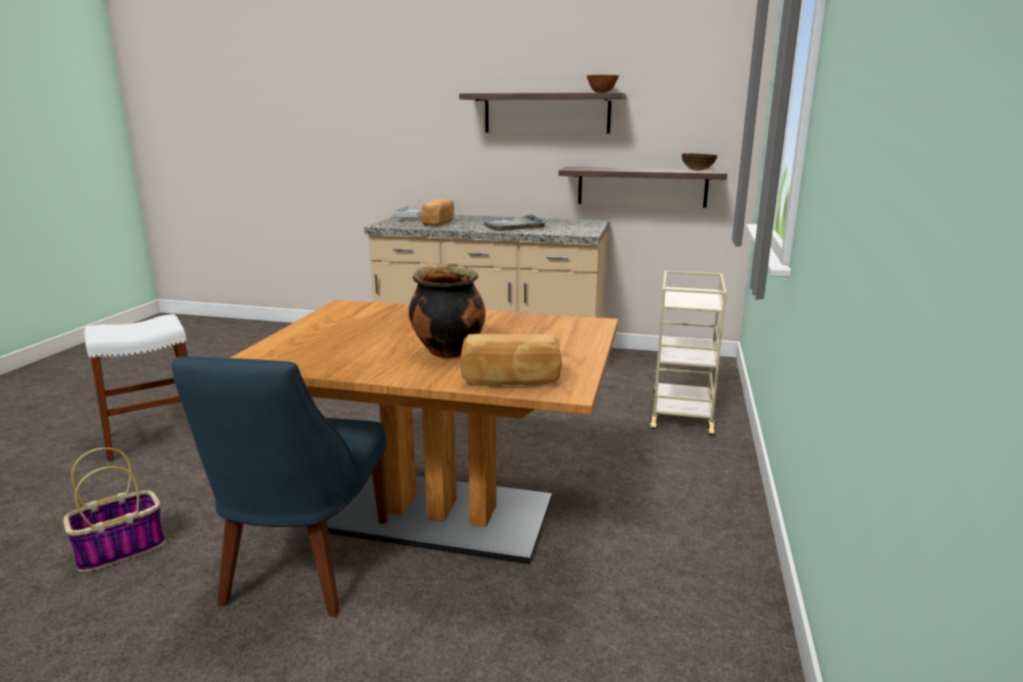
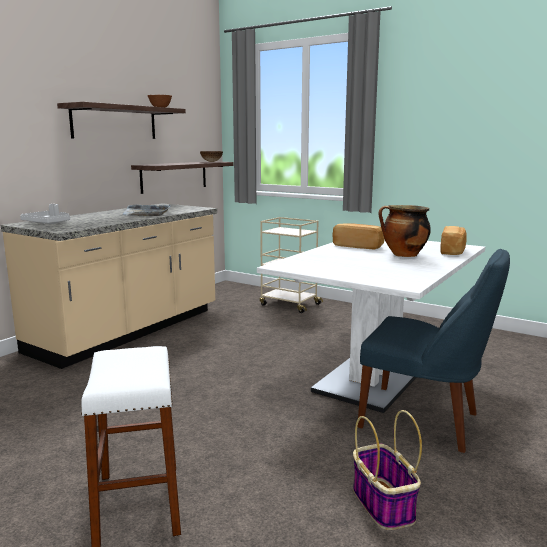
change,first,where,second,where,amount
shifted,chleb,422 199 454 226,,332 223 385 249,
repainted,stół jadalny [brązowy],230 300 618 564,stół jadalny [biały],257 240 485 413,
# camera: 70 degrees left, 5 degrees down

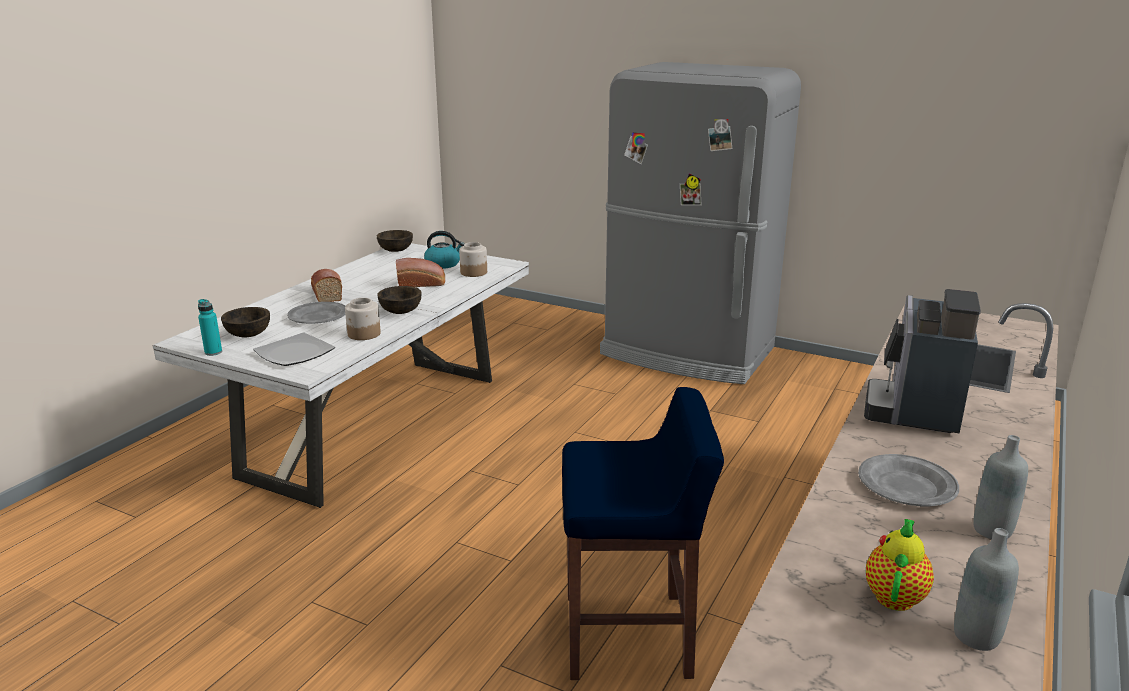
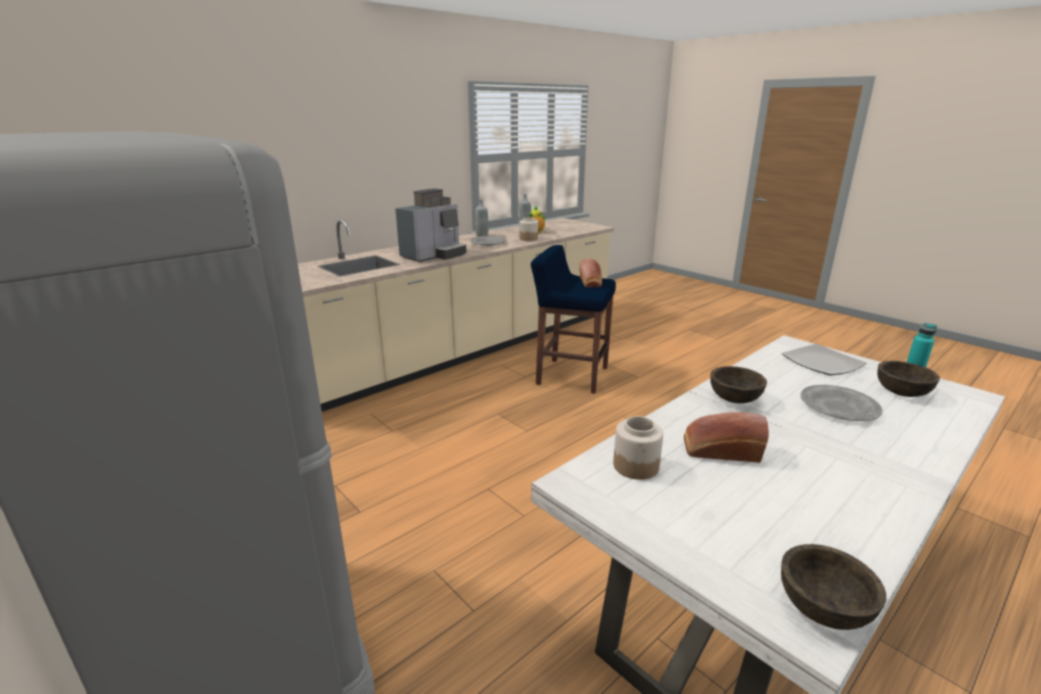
change,first,where,second,where,amount
gone,czajnik,424 231 464 269,,,
shifted,chleb,311 269 342 302,,579 258 602 287,
shifted,słoik,345 298 381 340,,519 217 538 241,
# camera: 160 degrees left, 0 degrees up

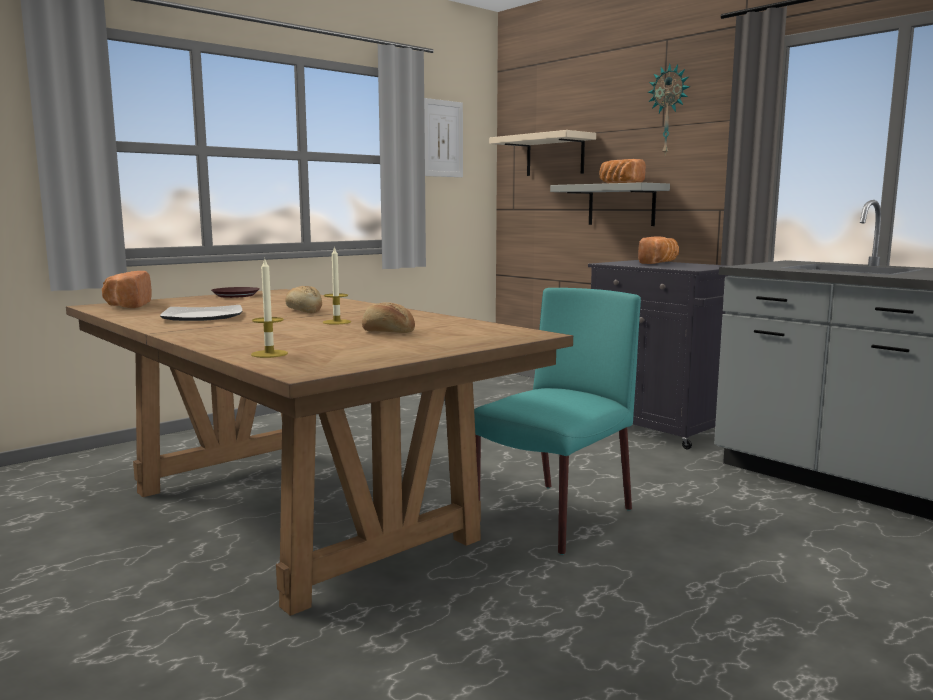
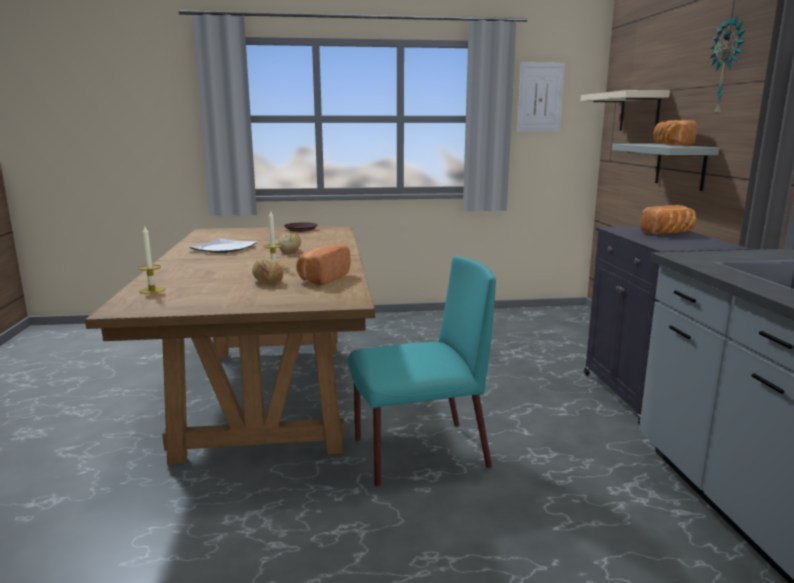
change,first,where,second,where,amount
shifted,chleb,102 271 152 308,,296 245 351 285,
# camera: 35 degrees right, 5 degrees up

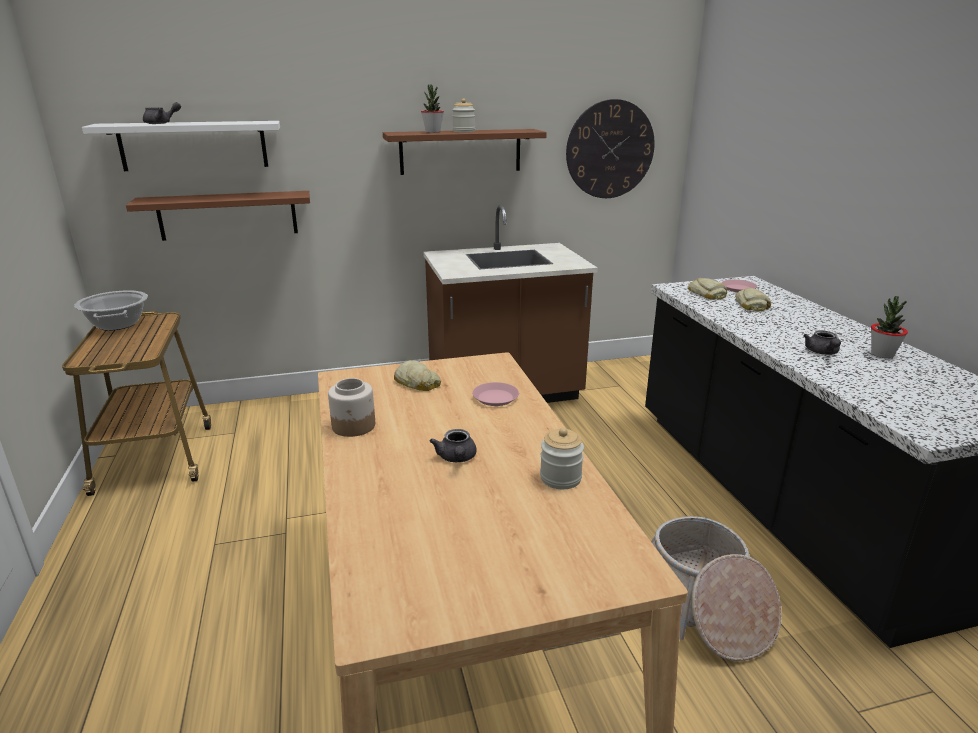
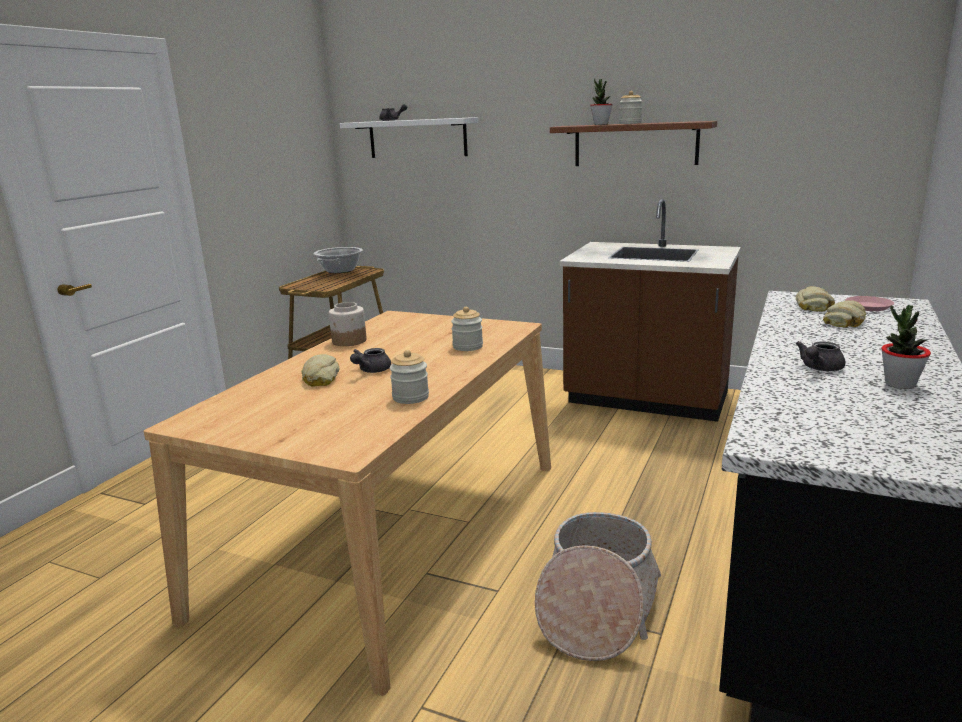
change,first,where,second,where,amount
gone,zegar ścienny,566 99 655 198,,,
gone,półka [brązowy],126 191 310 241,,,
shifted,chleb,394 360 441 391,,301 354 339 387,
swapped,talerz [różowy],472 382 519 406,słoik,451 307 483 351,
# camera: 40 degrees right, 5 degrees down

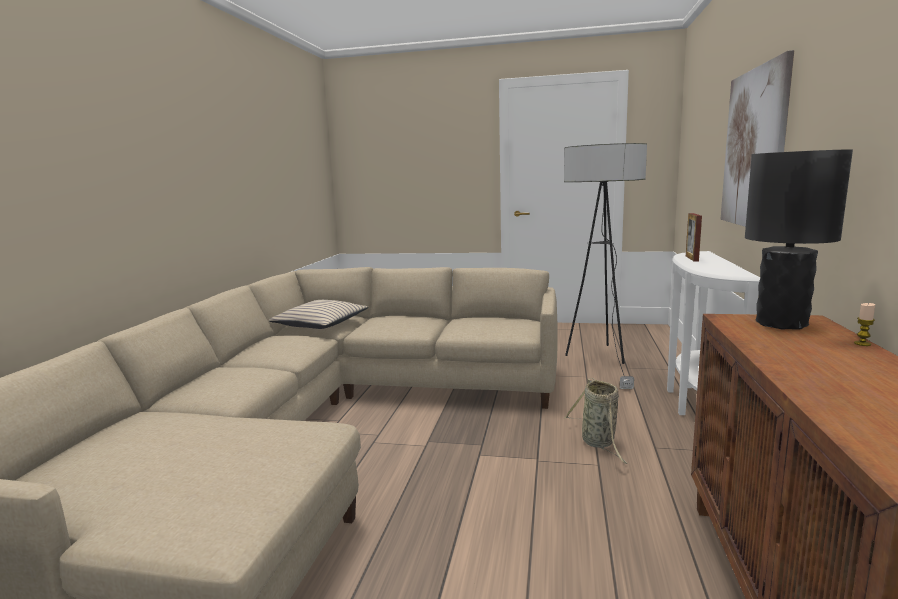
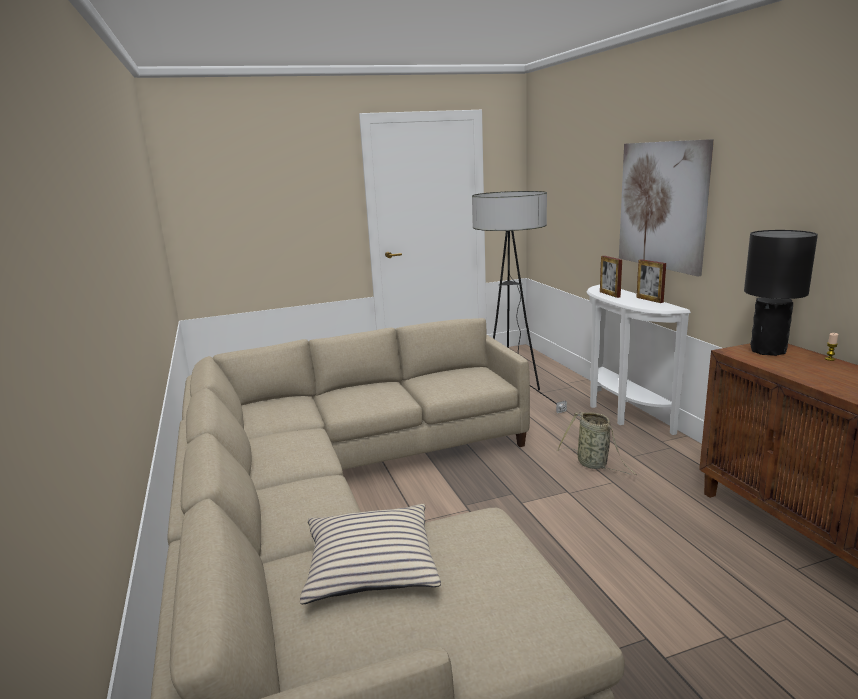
change,first,where,second,where,amount
shifted,poduszka [beżowy],269 300 368 329,,300 504 441 604,
new,,,ramka na zdjęcie,636 259 666 303,
# camera: 30 degrees left, 5 degrees up

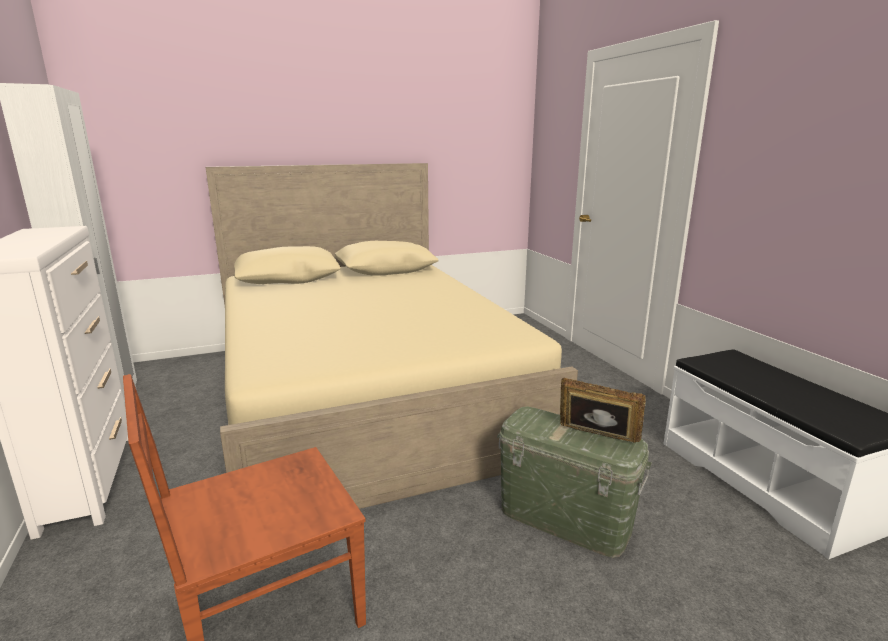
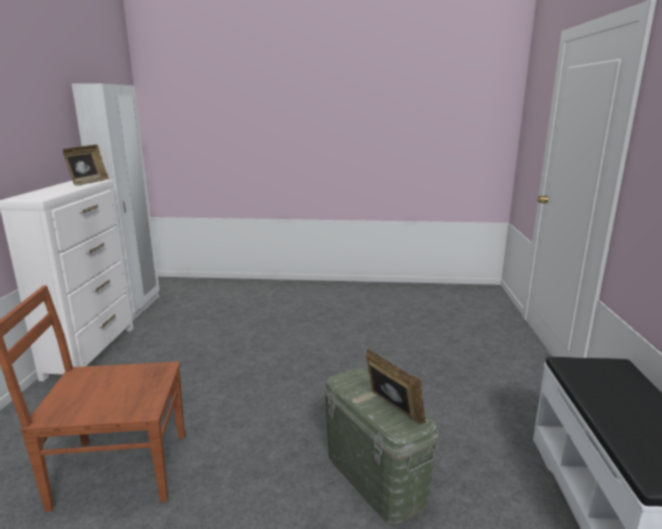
change,first,where,second,where,amount
gone,łóżko [beżowy],206 163 578 509,,,
new,,,ramka na zdjęcie,63 145 109 186,
# camera: 25 degrees right, 0 degrees up

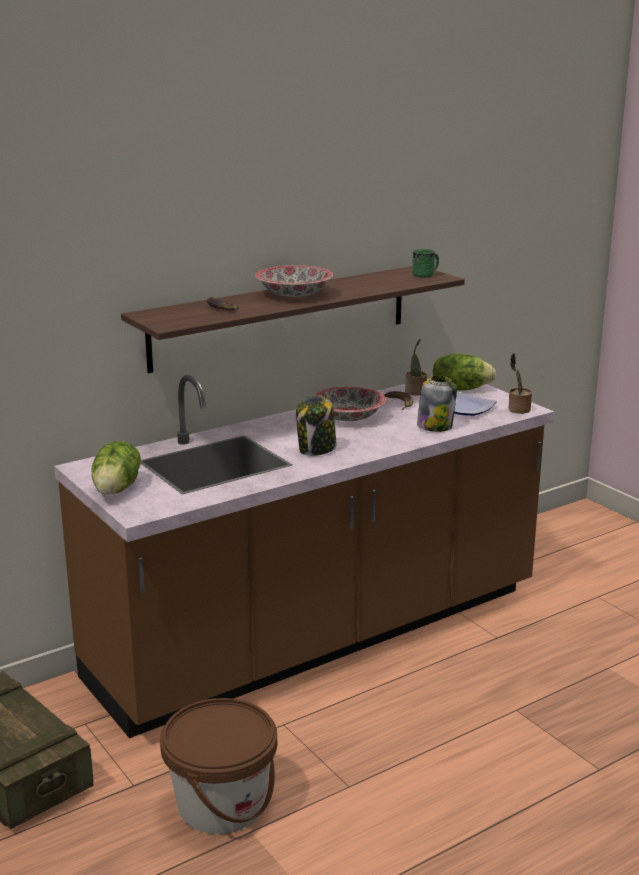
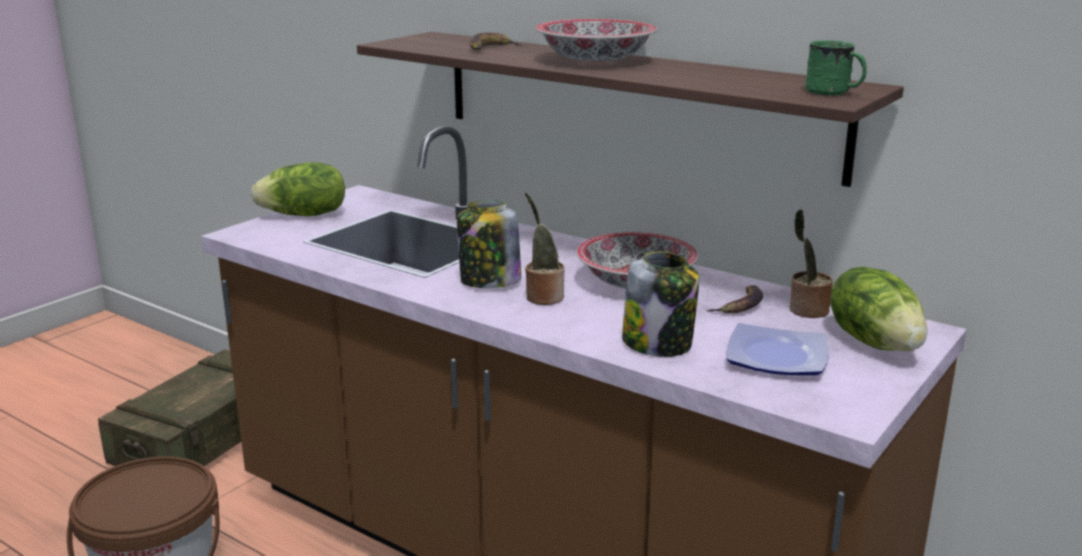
change,first,where,second,where,amount
shifted,roślina doniczkowa,509 353 532 414,,525 192 564 305,
# camera: 70 degrees right, 0 degrees up

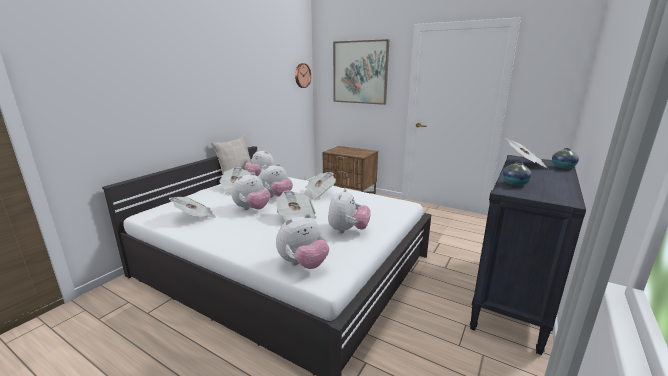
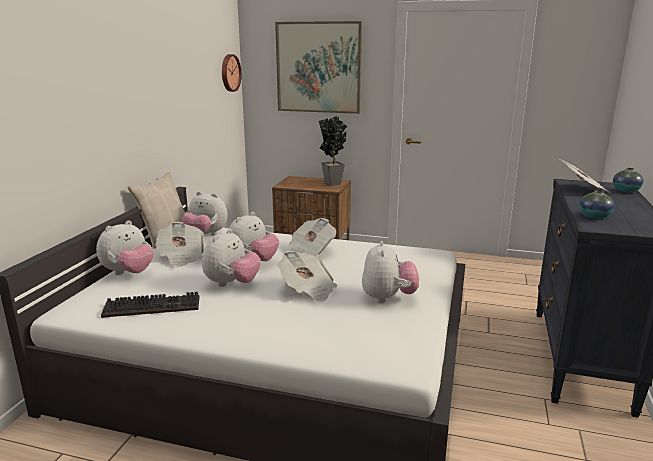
change,first,where,second,where,amount
swapped,gazeta,169 197 216 218,klawiatura,101 292 200 318,
shifted,pluszak,276 214 329 269,,96 220 154 275,
new,,,roślina doniczkowa,319 116 347 186,
# camera: 15 degrees left, 0 degrees up

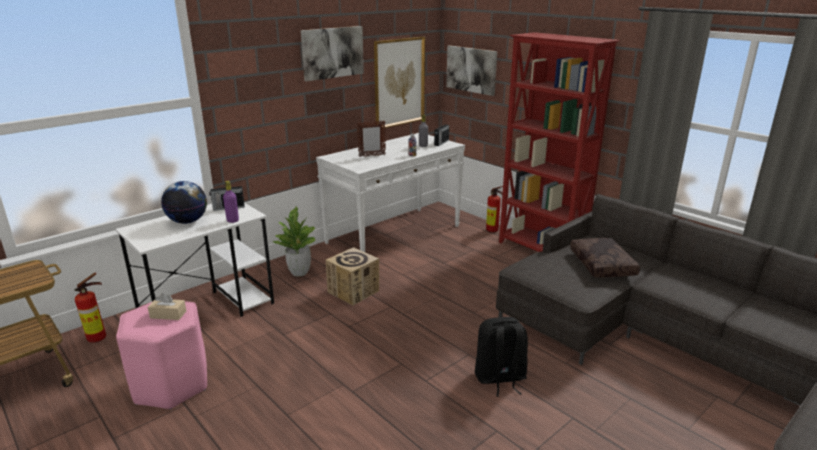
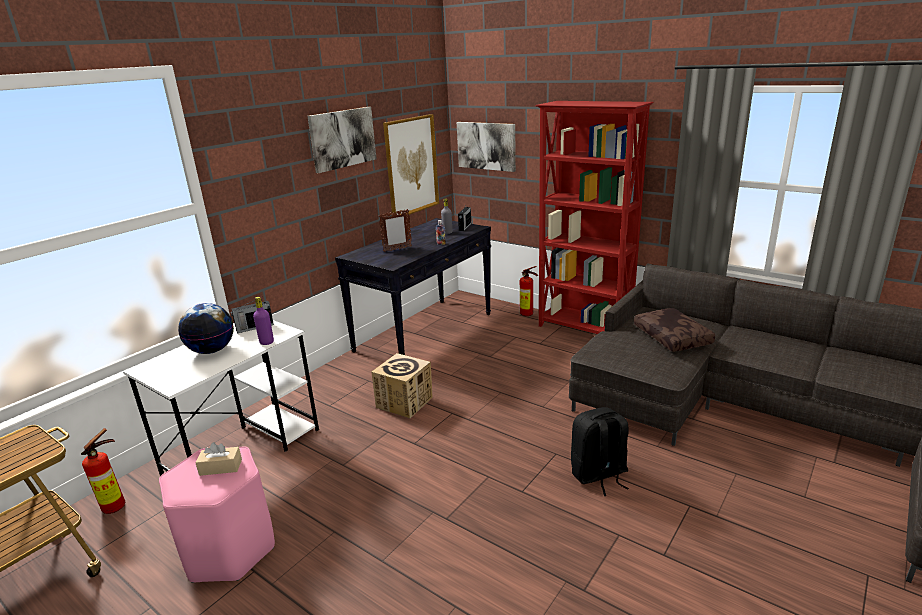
change,first,where,second,where,amount
repainted,stolik konsolowy [biały],316 133 465 252,stolik konsolowy [czarny],335 218 491 355,
gone,roślina doniczkowa,272 206 315 276,,,
# camera: 10 degrees left, 0 degrees up

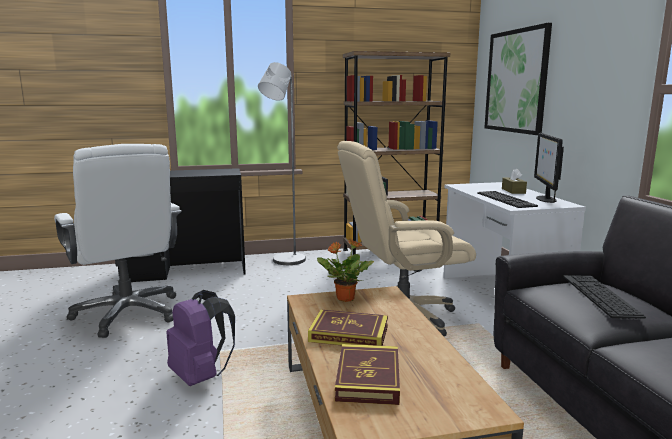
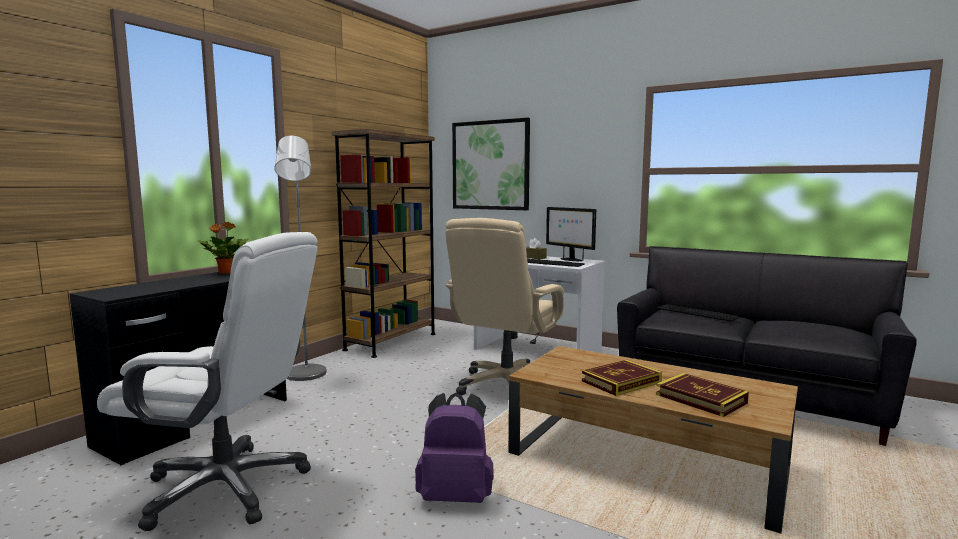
change,first,where,second,where,amount
shifted,roślina doniczkowa,317 238 374 302,,197 222 248 274,
# camera: 45 degrees left, 5 degrees down

